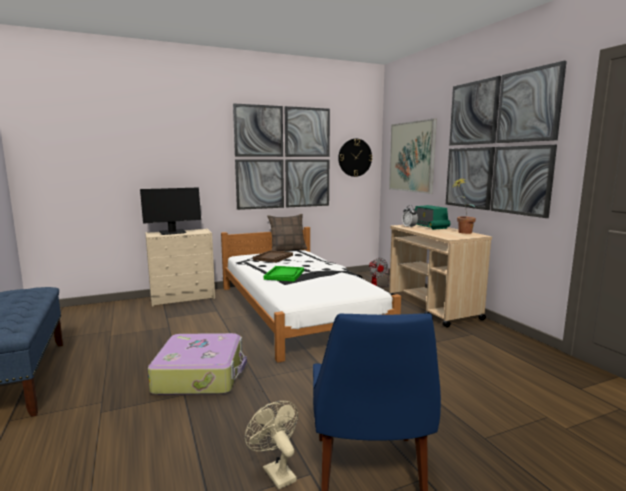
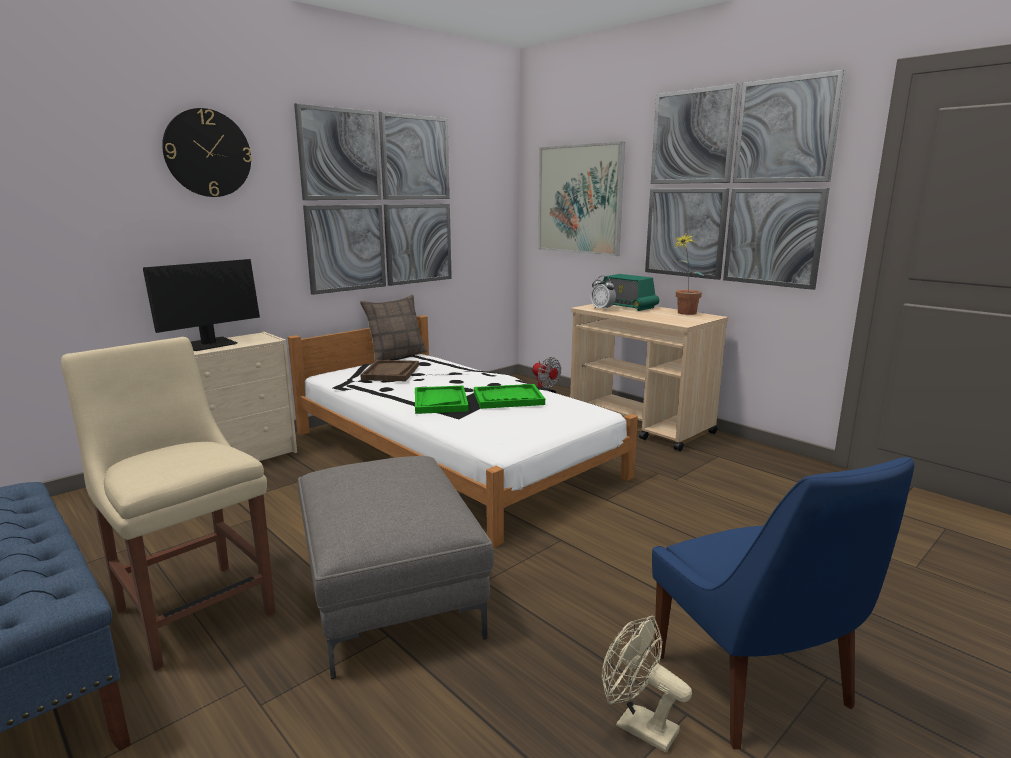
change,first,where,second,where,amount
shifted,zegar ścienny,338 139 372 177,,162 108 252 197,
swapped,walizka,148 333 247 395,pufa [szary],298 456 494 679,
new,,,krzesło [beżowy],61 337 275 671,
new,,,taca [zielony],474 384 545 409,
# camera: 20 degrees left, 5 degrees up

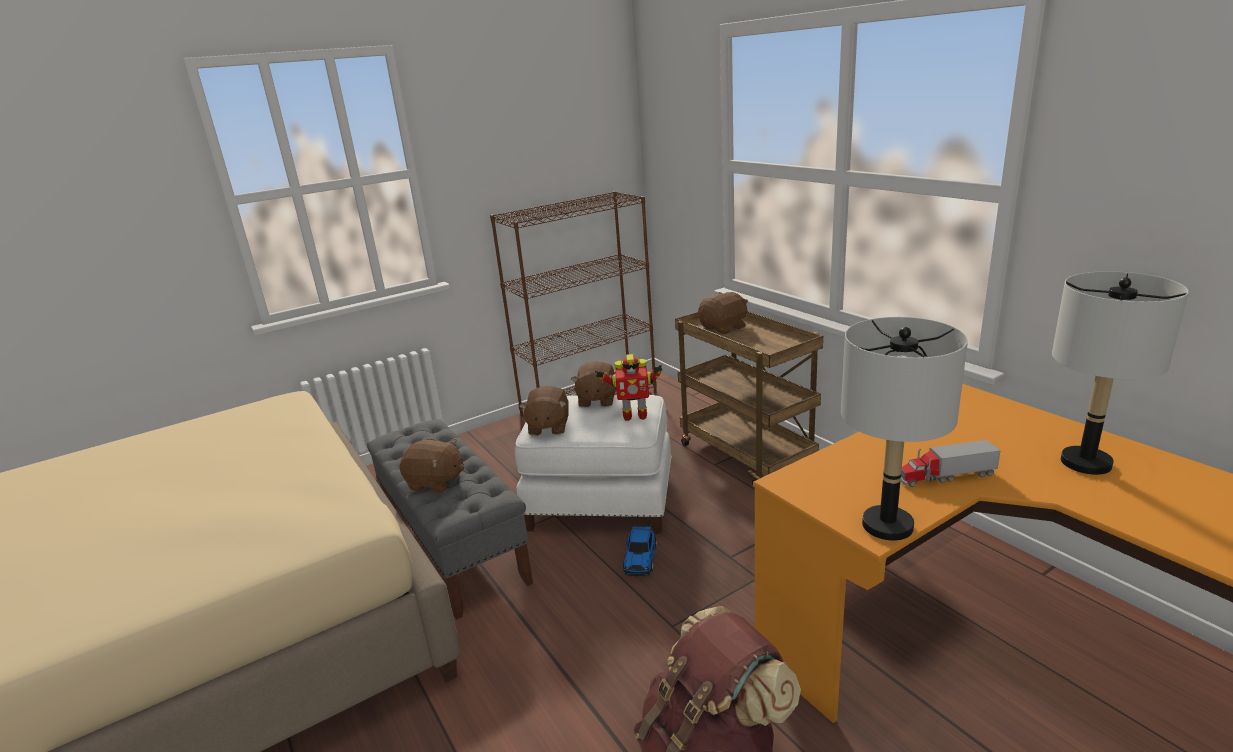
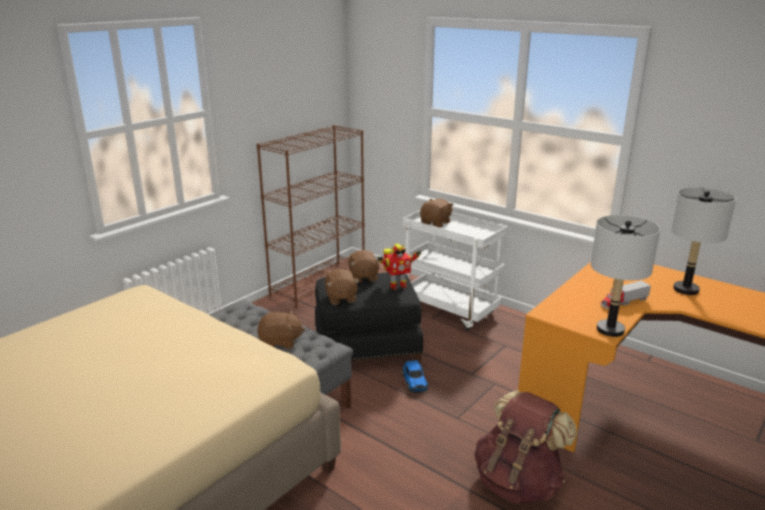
change,first,where,second,where,amount
repainted,wózek [brązowy],675 311 823 484,wózek [biały],402 210 508 331,
repainted,pufa [biały],515 395 672 534,pufa [czarny],315 272 424 364,
# camera: 20 degrees left, 0 degrees up

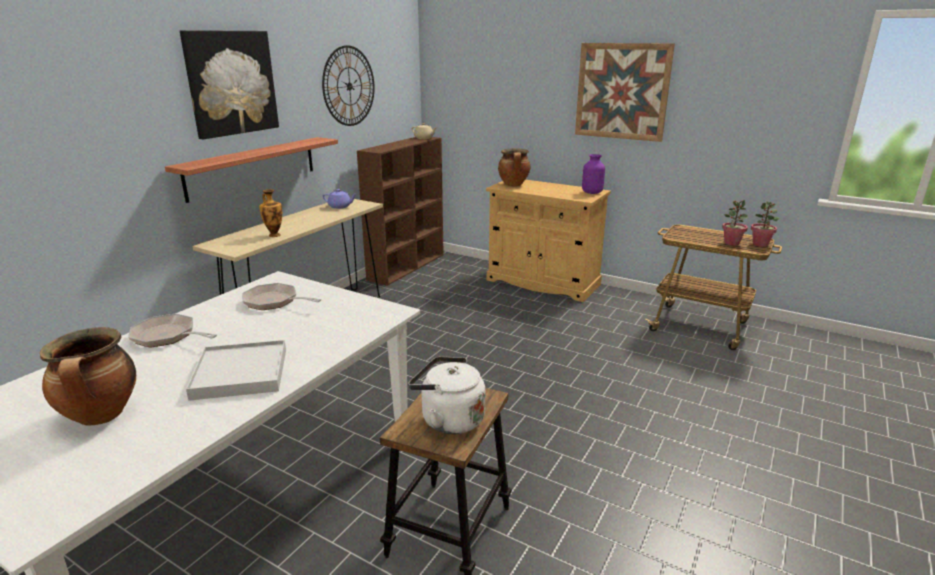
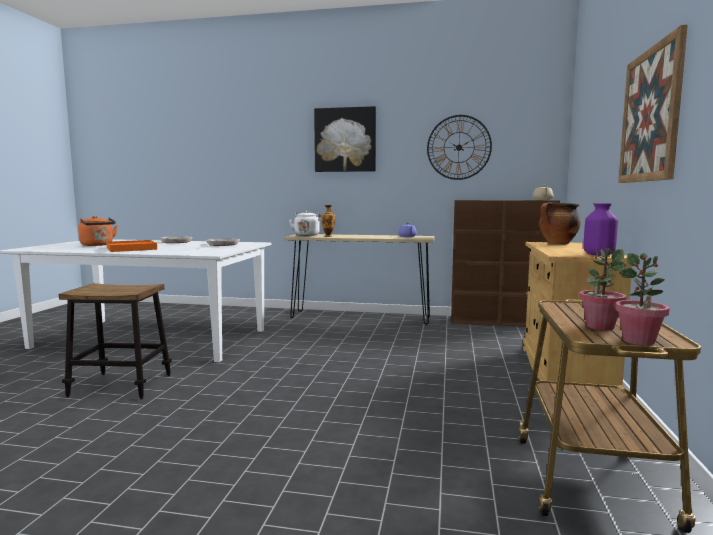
change,first,where,second,where,amount
gone,półka,165 137 338 203,,,
swapped,garnek,40 327 136 426,czajnik [pomarańczowy],78 216 118 246,
repainted,taca [biały],186 340 286 401,taca [pomarańczowy],106 240 157 252,
shifted,czajnik [biały],408 356 485 434,,289 211 321 236,
# camera: 70 degrees right, 15 degrees down

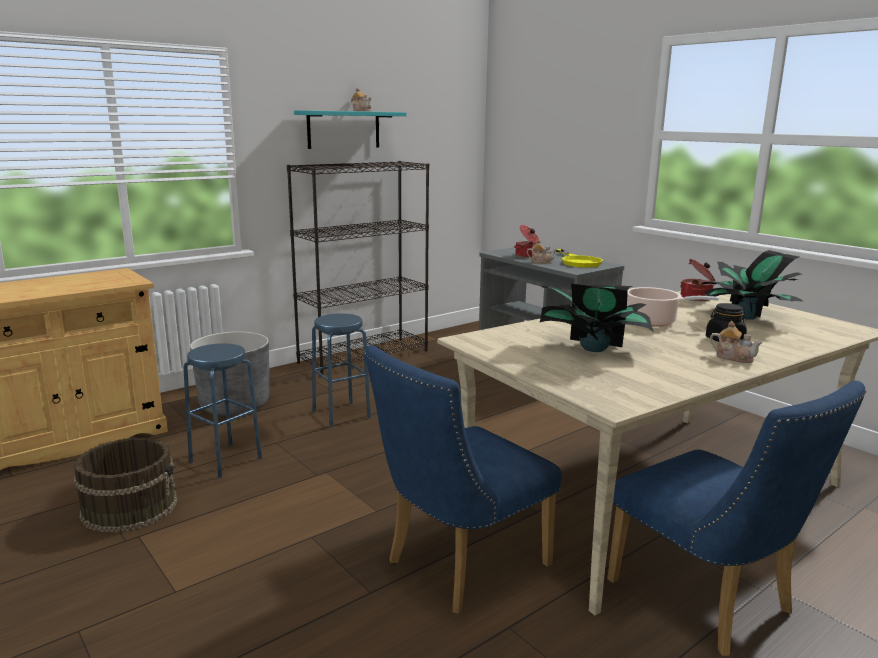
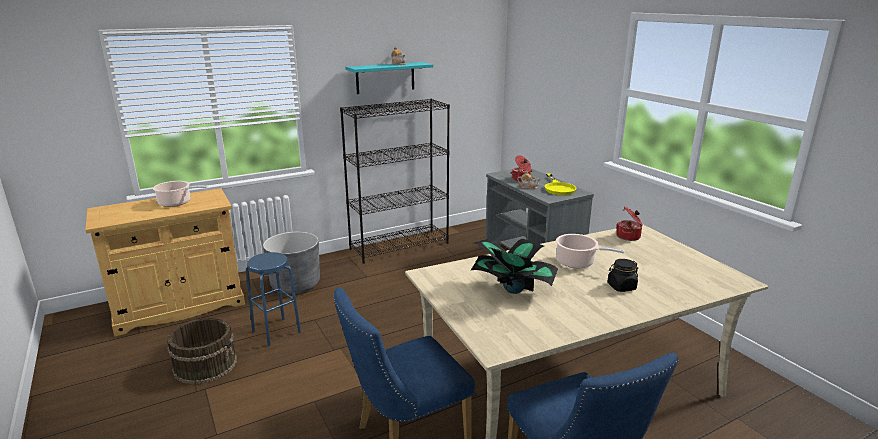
change,first,where,second,where,amount
gone,roślina doniczkowa,701 250 804 320,,,
gone,stołek [niebieski],312 313 371 428,,,
gone,imbryk,710 321 762 363,,,
new,,,garnek,153 181 208 207,
# camera: 10 degrees right, 5 degrees up

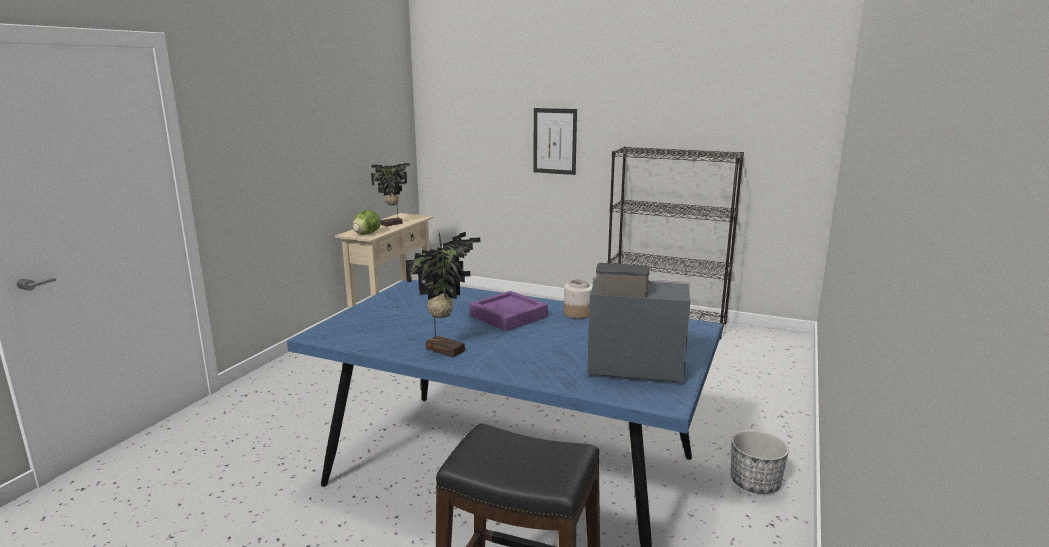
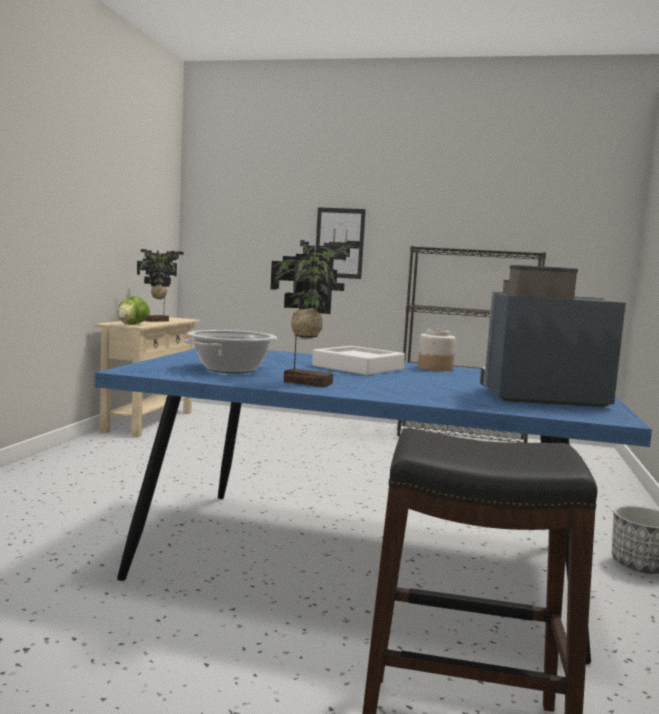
change,first,where,second,where,amount
repainted,taca [fioletowy],469 291 548 331,taca [biały],312 346 405 375,
new,,,garnek,183 330 277 373,
# camera: 10 degrees left, 10 degrees down

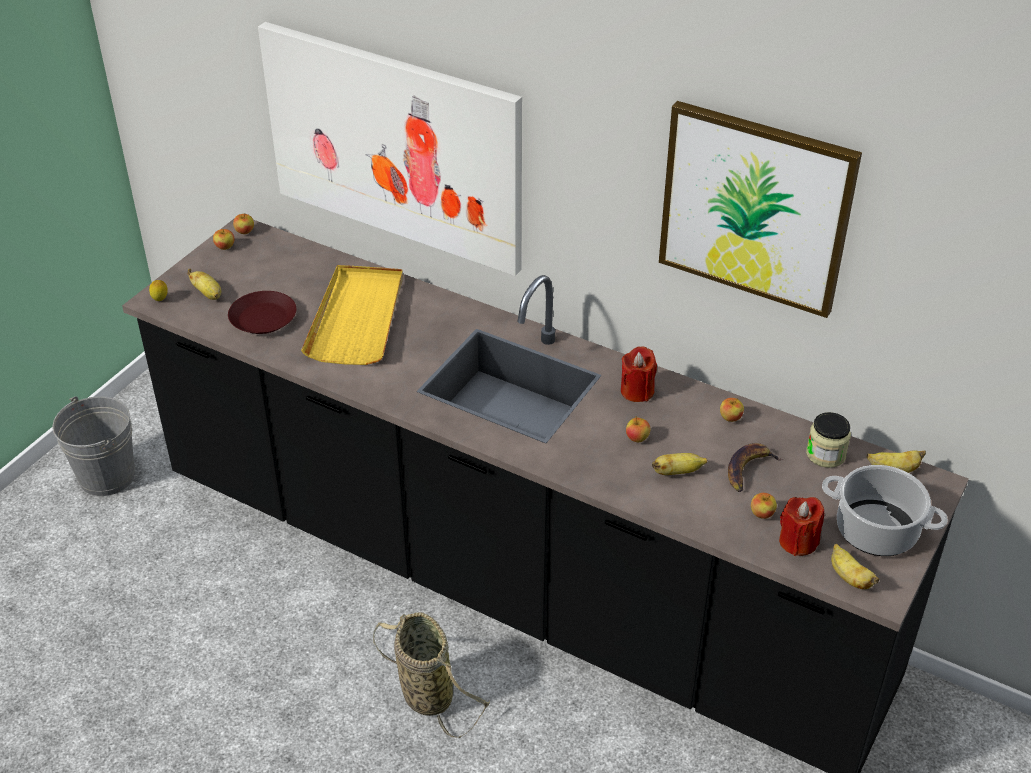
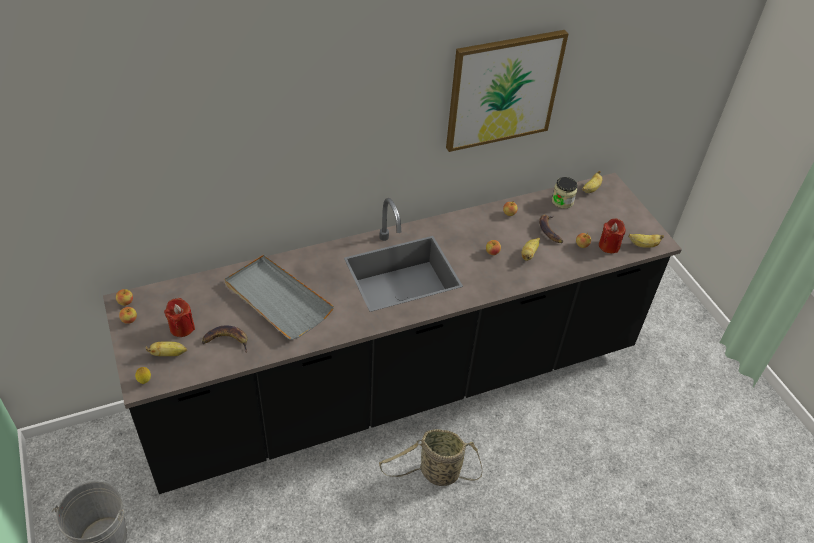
change,first,where,second,where,amount
gone,obraz,258 22 522 276,,,
repainted,taca [żółty],301 265 403 365,taca [szary],224 255 334 340,
swapped,talerz [brązowy],228 291 296 334,banan,202 326 248 353,
shifted,świeca [czerwony],621 346 657 402,,164 298 195 337,
gone,garnek,822 465 948 556,,,
# camera: 55 degrees left, 5 degrees up

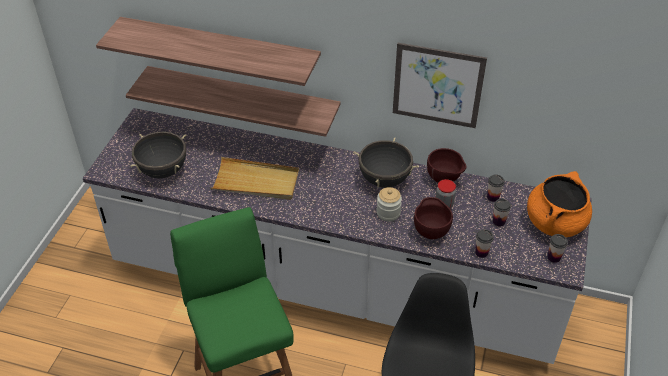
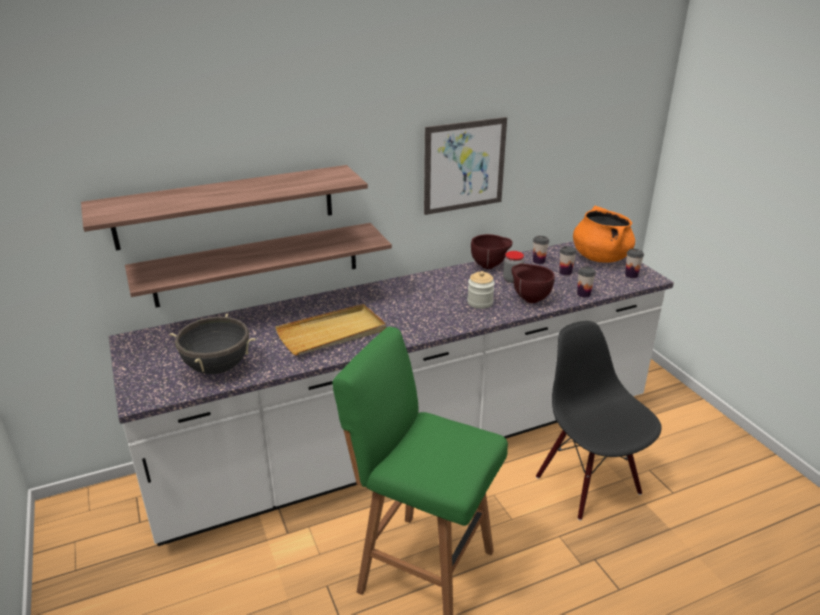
change,first,where,second,where,amount
gone,garnek [czarny],353 138 419 188,,,
# camera: 40 degrees left, 15 degrees down

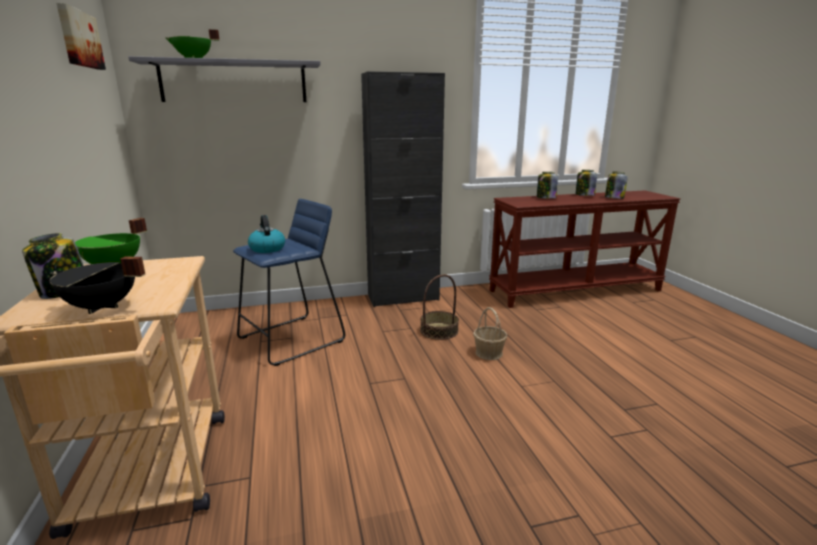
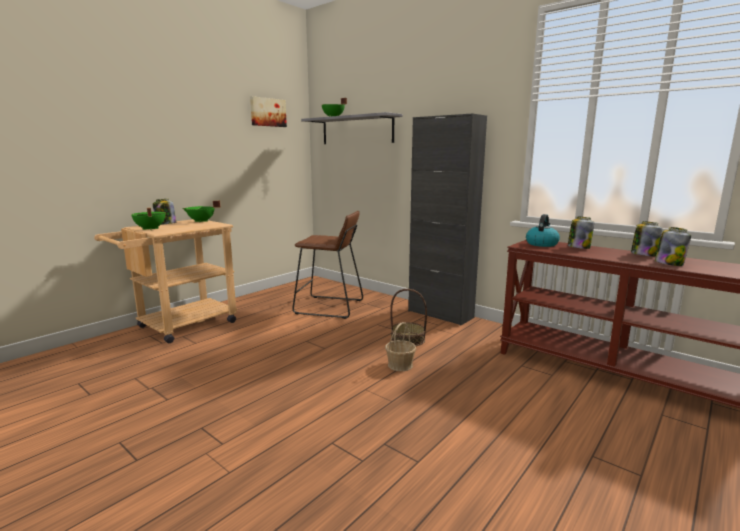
change,first,where,second,where,amount
repainted,stołek [niebieski],233 199 345 366,stołek [brązowy],292 211 363 319,
shifted,czajnik,248 215 285 253,,526 214 560 247,
repainted,garnek [czarny],50 256 146 314,garnek [zielony],131 208 165 230,
# camera: 55 degrees right, 5 degrees down

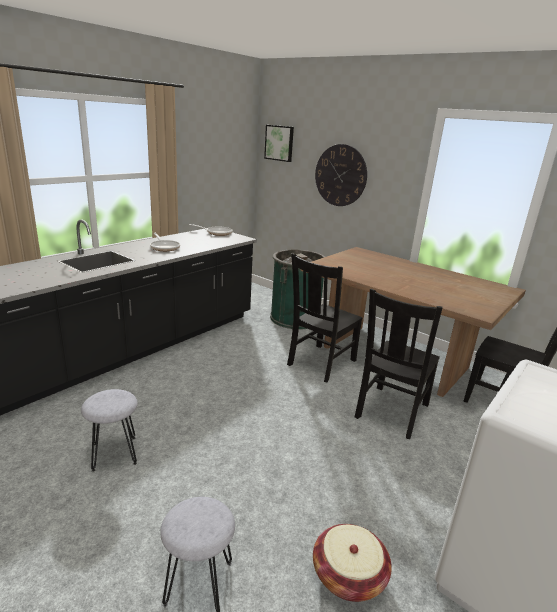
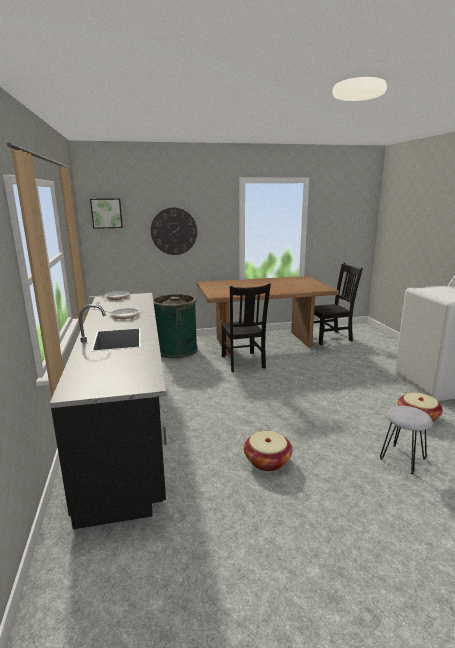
change,first,where,second,where,amount
gone,krzesło [czarny],355 289 443 439,,,
swapped,stołek [szary],81 389 138 472,koszyk,244 431 292 471,
# camera: 50 degrees left, 5 degrees down

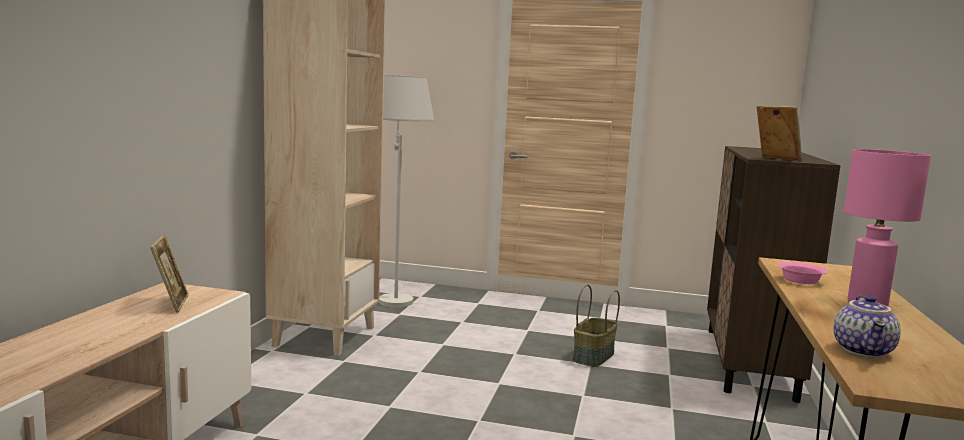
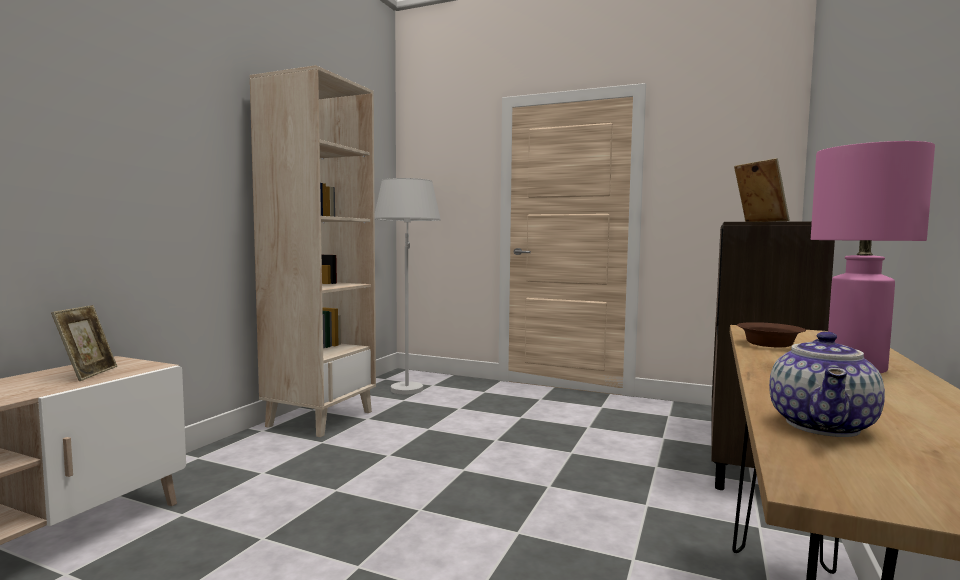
change,first,where,second,where,amount
repainted,miska [różowy],777 262 829 284,miska [brązowy],737 322 806 347,
gone,koszyk,573 284 620 367,,,
# camera: 10 degrees right, 5 degrees down

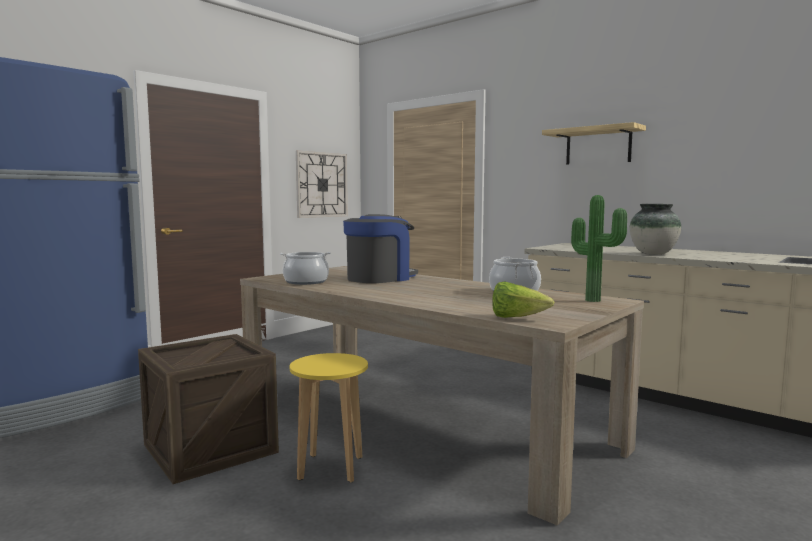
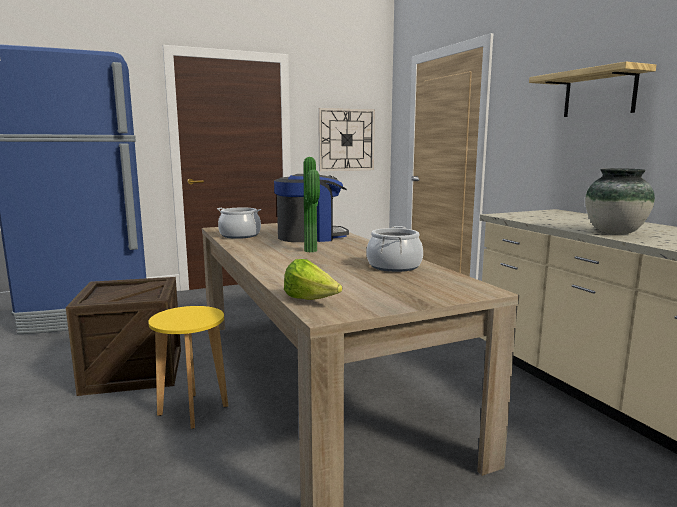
change,first,where,second,where,amount
shifted,roślina doniczkowa,571 195 627 302,,303 157 320 252,
# camera: 25 degrees right, 5 degrees up

